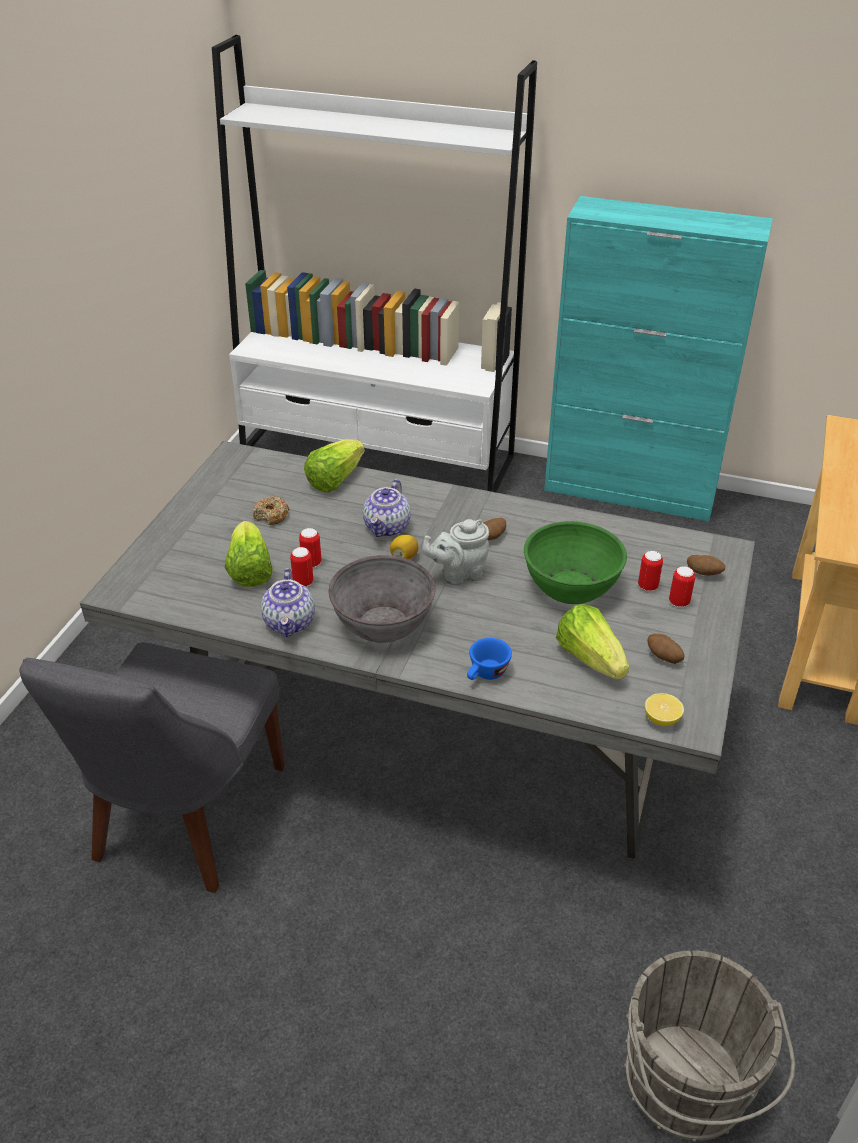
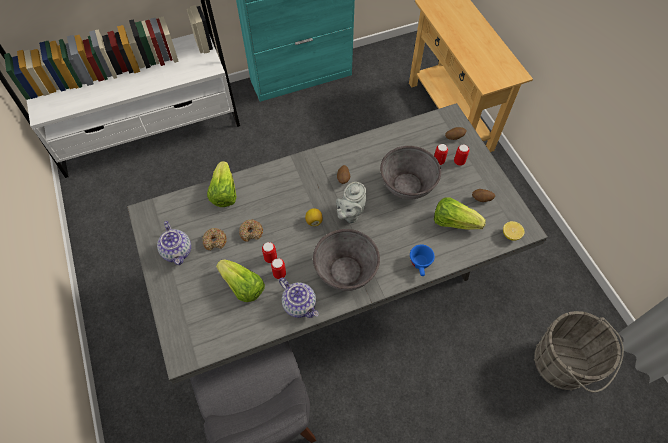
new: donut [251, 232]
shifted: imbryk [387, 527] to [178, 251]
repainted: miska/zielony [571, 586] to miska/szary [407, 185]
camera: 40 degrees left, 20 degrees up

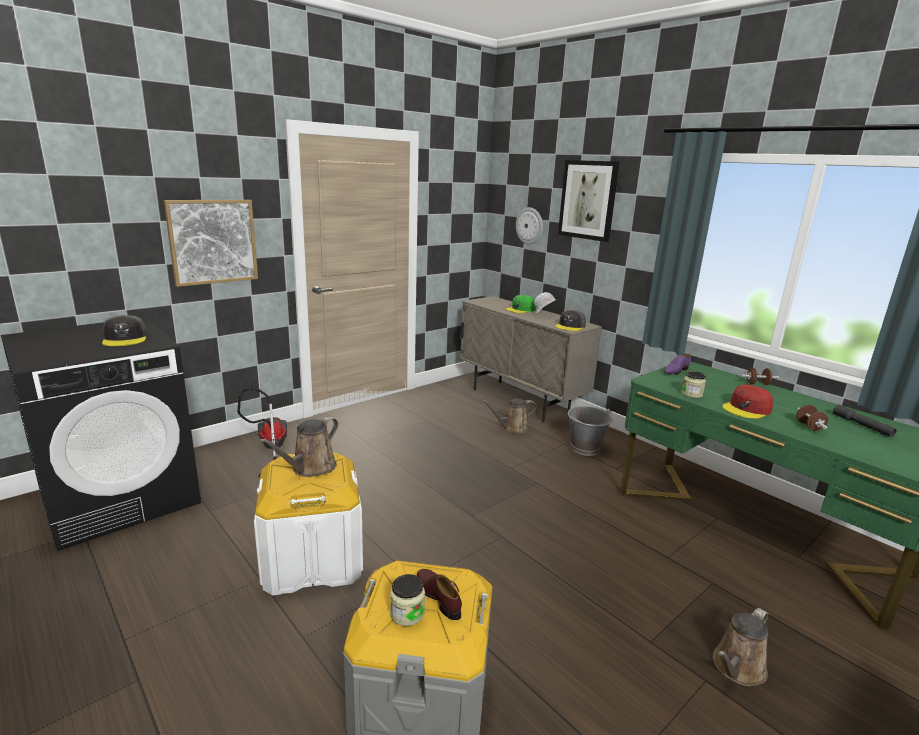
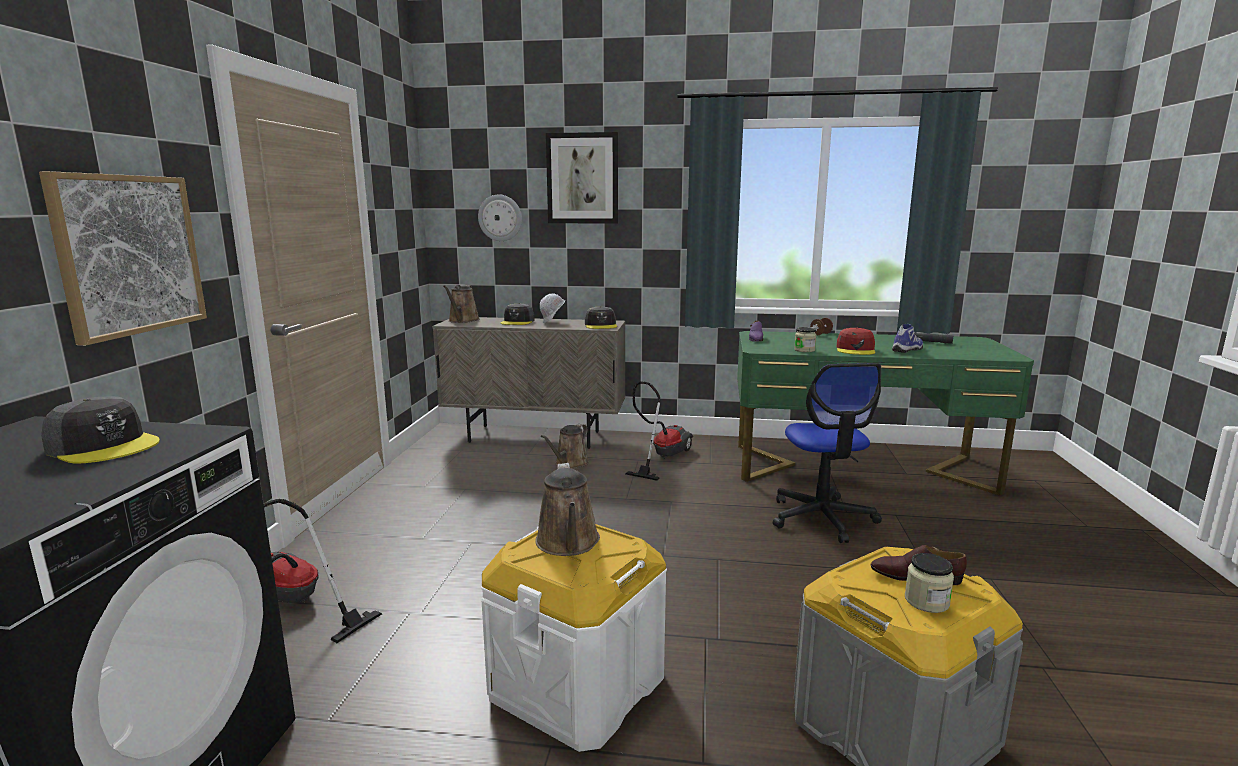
new: krzesło biurowe [822, 518]
shifted: konewka/brązowy [736, 668] to [462, 321]
swapped: hantel/brązowy [809, 427] to but [908, 350]; wiadro/szary [585, 448] to odkurzacz [661, 457]
repainted: czapka z daszkiem/zielony [521, 309] to czapka z daszkiem/szary [518, 322]
camera: 40 degrees left, 5 degrees down

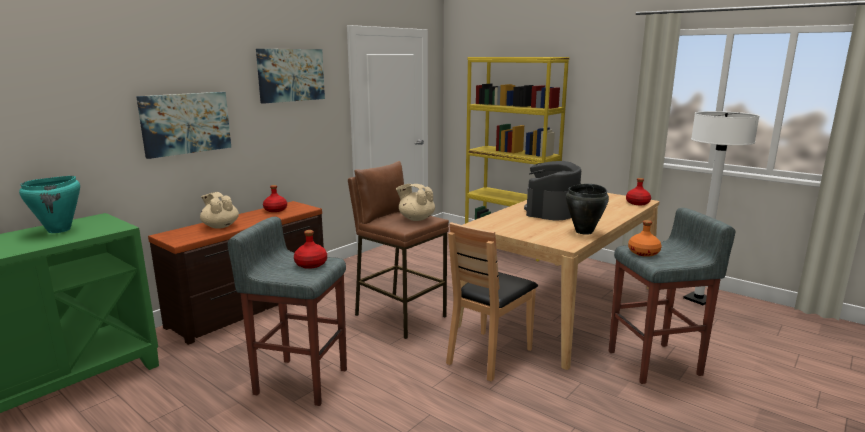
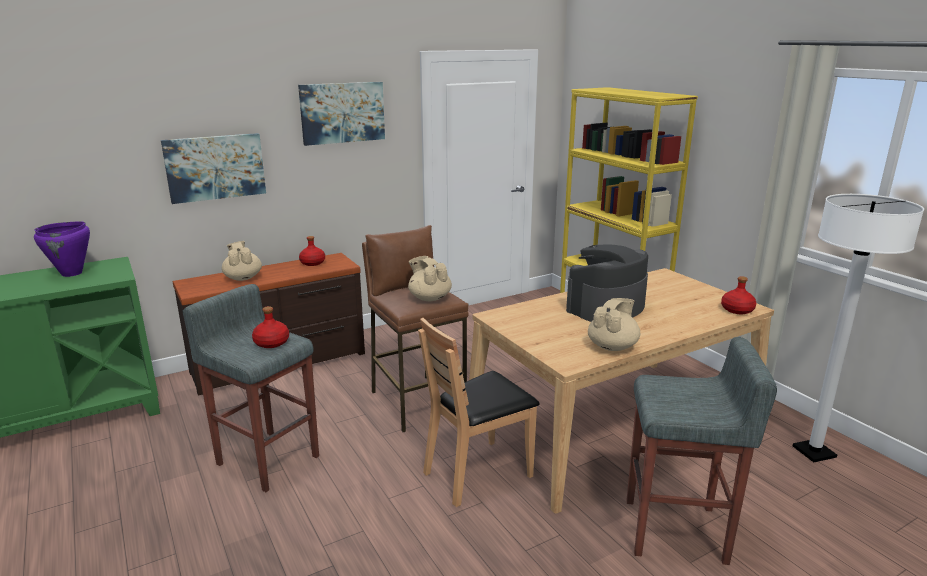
gone: butelka/pomarańczowy [643, 253]
swapped: garnek/czarny [584, 232] to imbryk/beżowy [612, 346]
repainted: garnek/turkusowy [59, 230] to garnek/fioletowy [72, 273]
camera: 20 degrees right, 5 degrees up

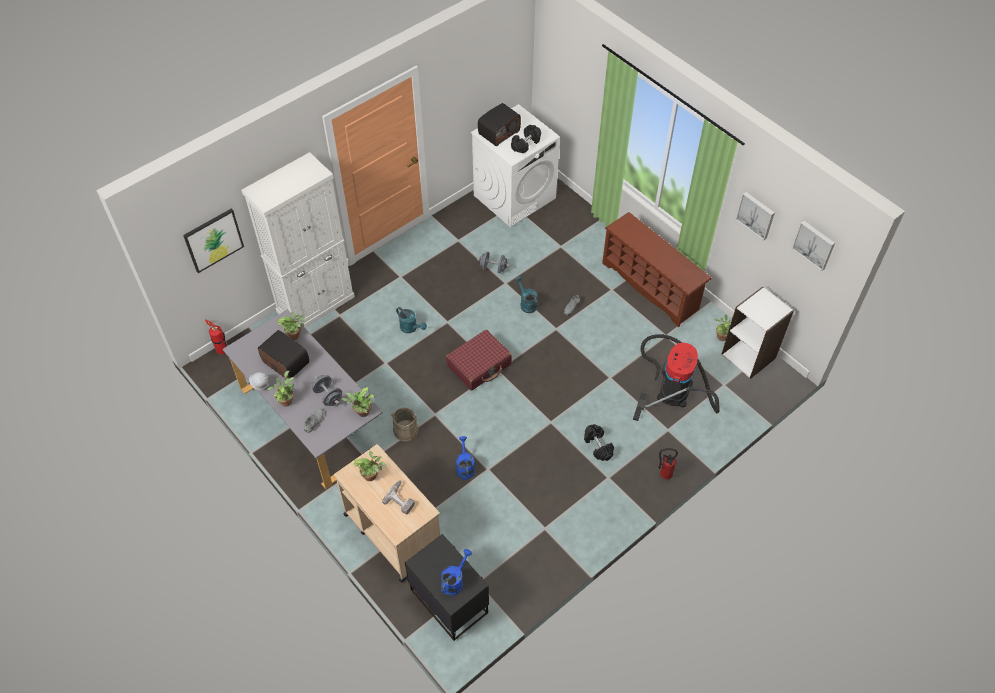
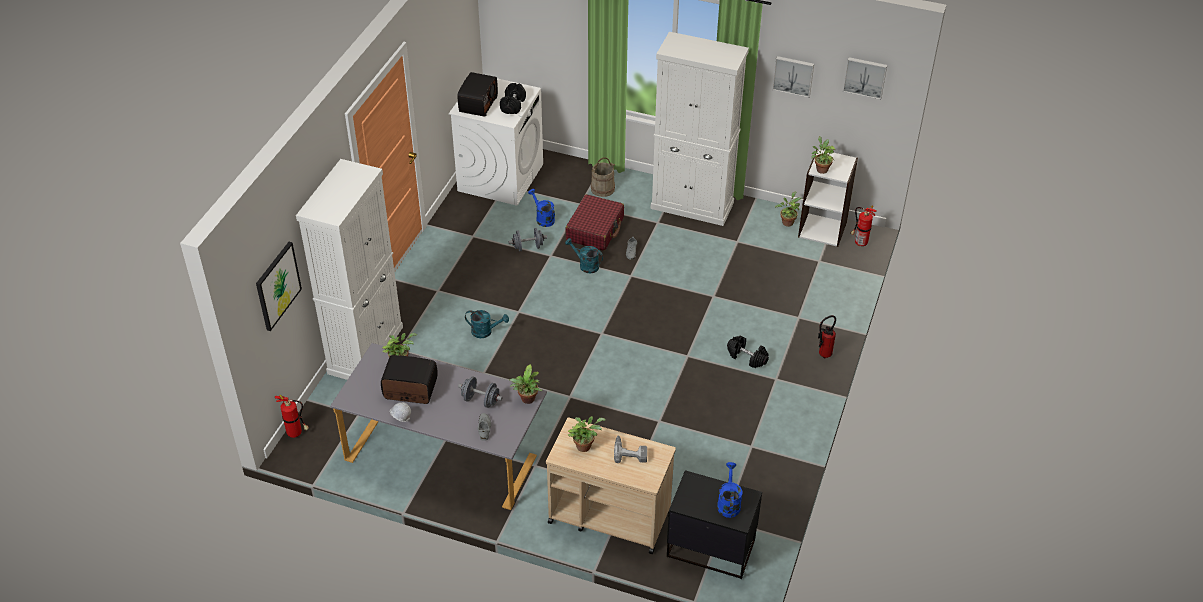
gone: odkurzacz [674, 387]
new: gaśnica [859, 243]
shifted: walizka/czerwony [479, 365] to [595, 229]; roślina doniczkowa [286, 400] to [821, 169]; wiadro/beżowy [405, 431] to [602, 189]; konewka/niebieski [465, 467] to [543, 218]
swapped: regał na buty/brązowy [651, 286] to szafka/biały [692, 206]
camera: 30 degrees left, 10 degrees down

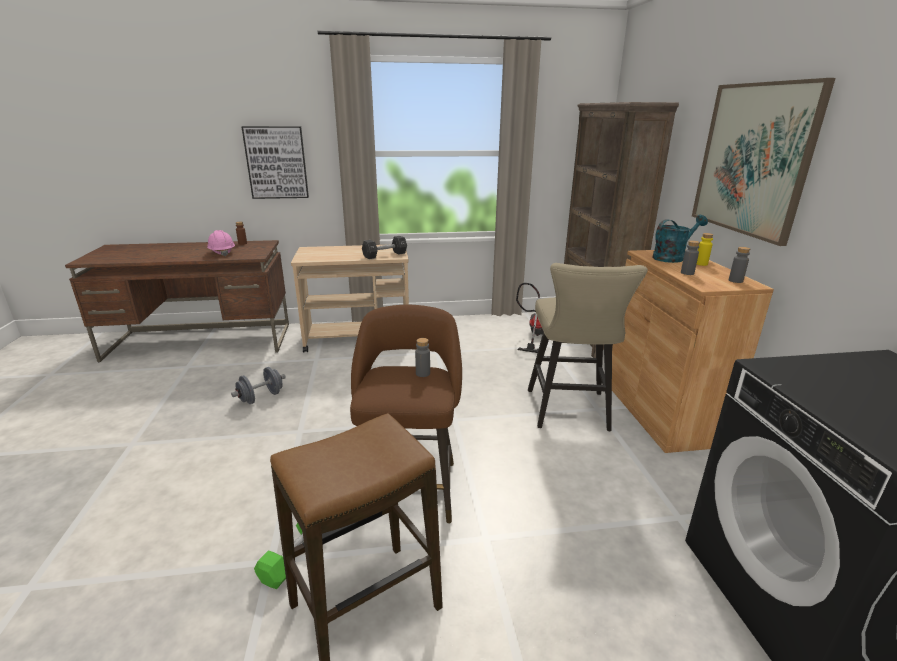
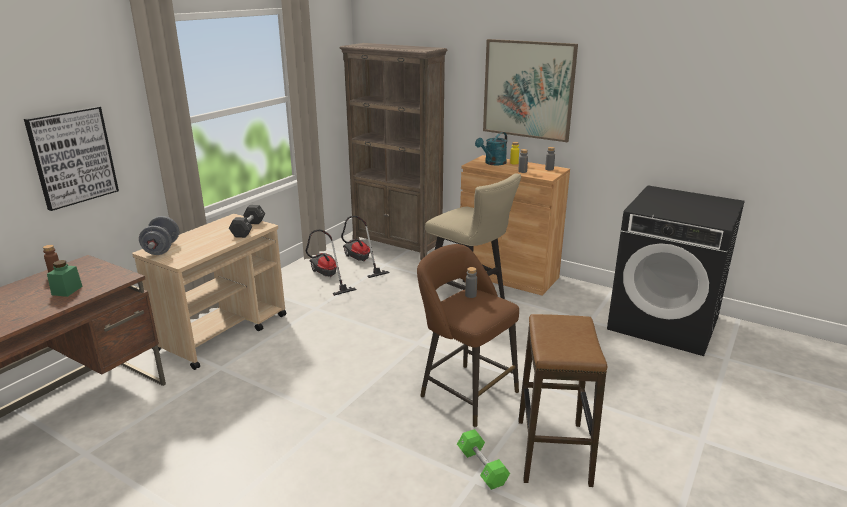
new: odkurzacz [327, 277]
shifted: hantel/szary [261, 397] to [162, 249]
swapped: kask/różowy [222, 252] to słoik/zielony [67, 290]
rotated: konewka/turkusowy [672, 257] = [493, 163] 150 degrees counterclockwise
camera: 50 degrees left, 0 degrees up

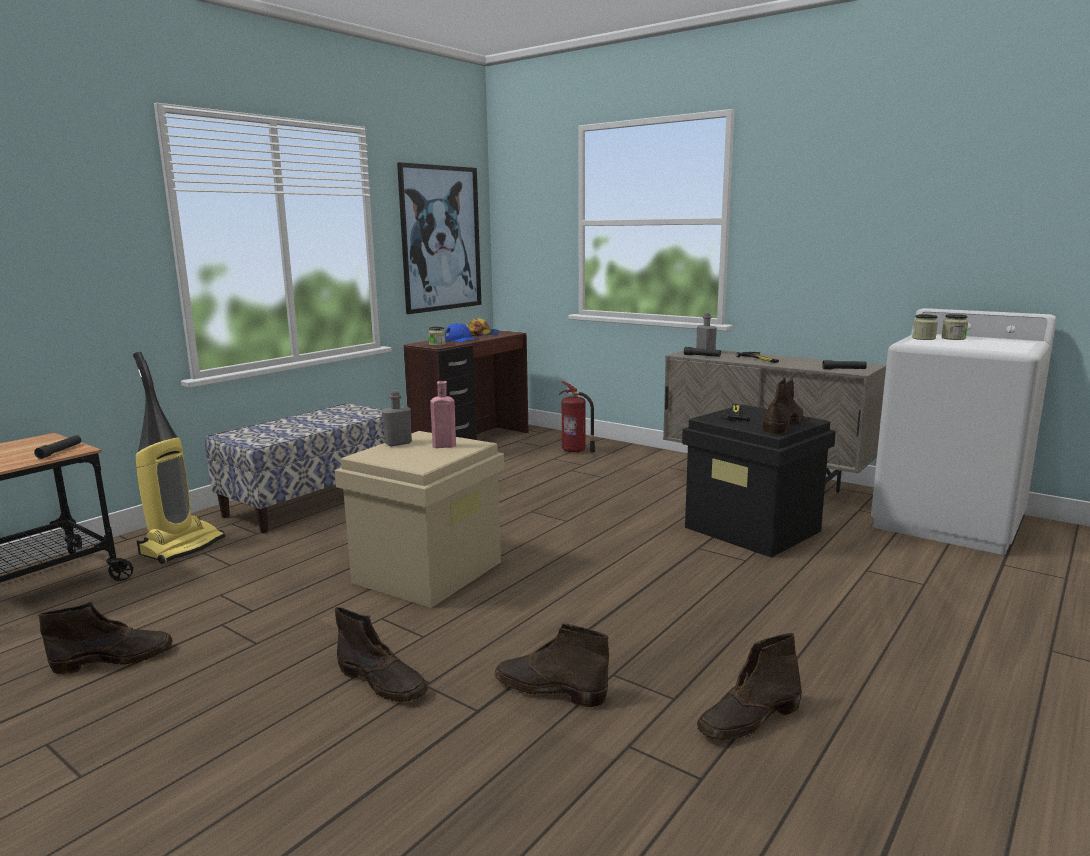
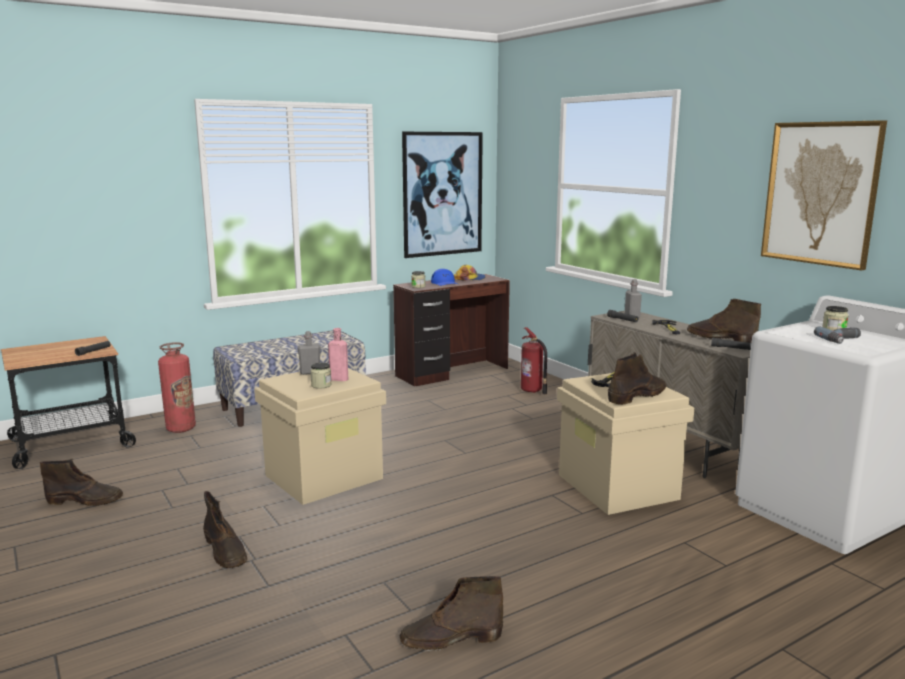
new: obraz [820, 193]; wiertarka [842, 340]
shifted: słoik [923, 338] to [321, 385]; but z cholewką/brązowy [549, 689] to [719, 339]
swapped: odkurzacz [182, 546] to gaśnica [181, 428]
repainted: pojemnik do przechowywania/czarny [753, 529] to pojemnik do przechowywania/beżowy [618, 487]
camera: 20 degrees right, 0 degrees up

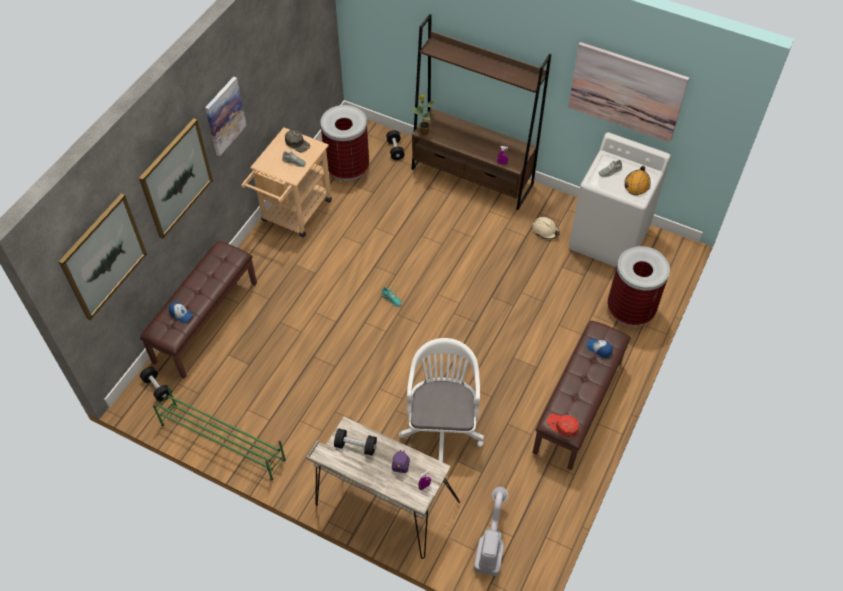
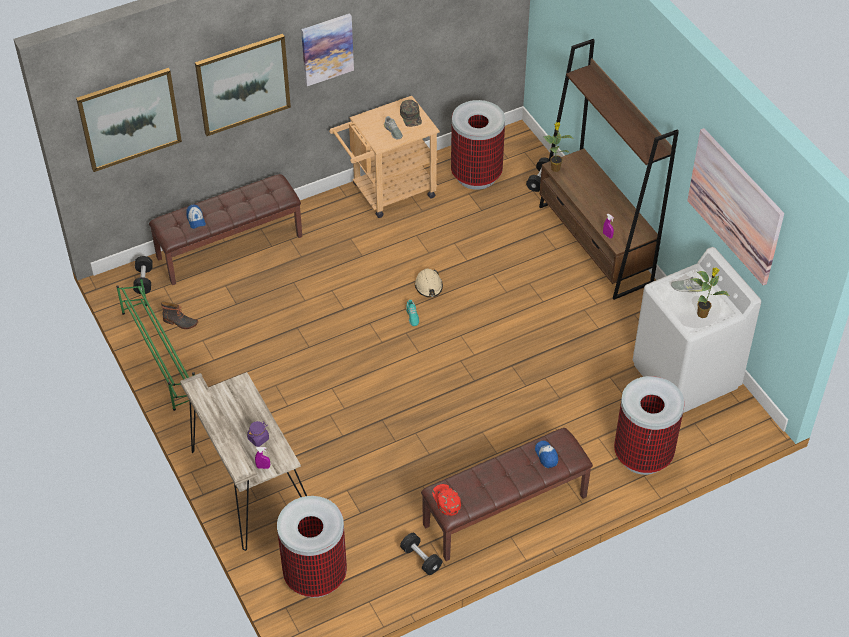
gone: krzesło biurowe/biały [442, 424]
new: but z cholewką [180, 322]
shifted: kask/beżowy [545, 230] to [428, 286]; hantel/czarny [355, 446] to [421, 559]
swapped: kask/pomarańczowy [637, 184] to roślina doniczkowa [703, 313]; odkurzacz [491, 543] to kosz na śmieci [315, 575]
camera: 35 degrees right, 5 degrees down

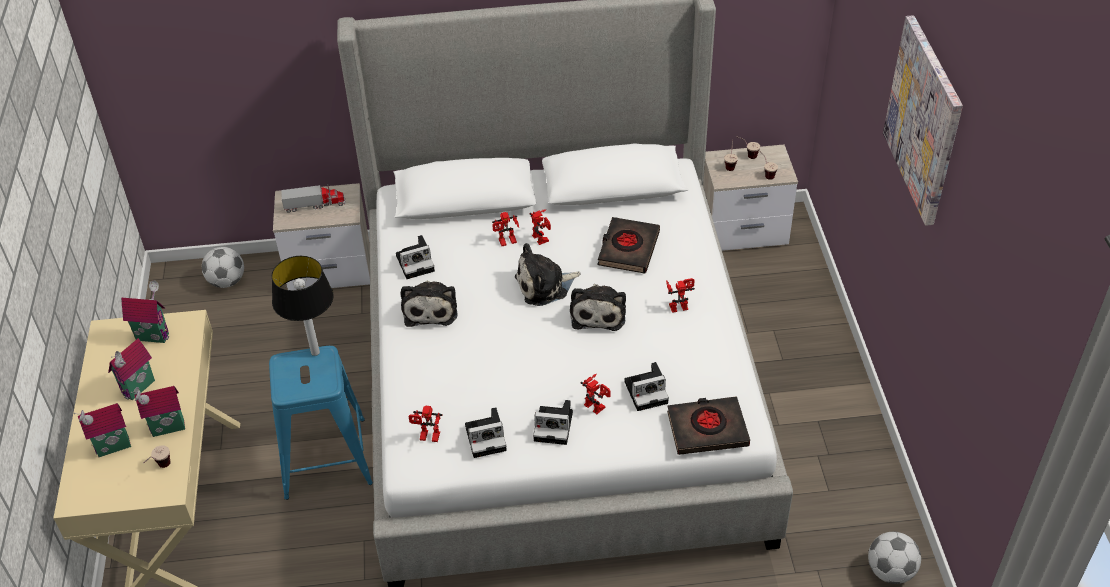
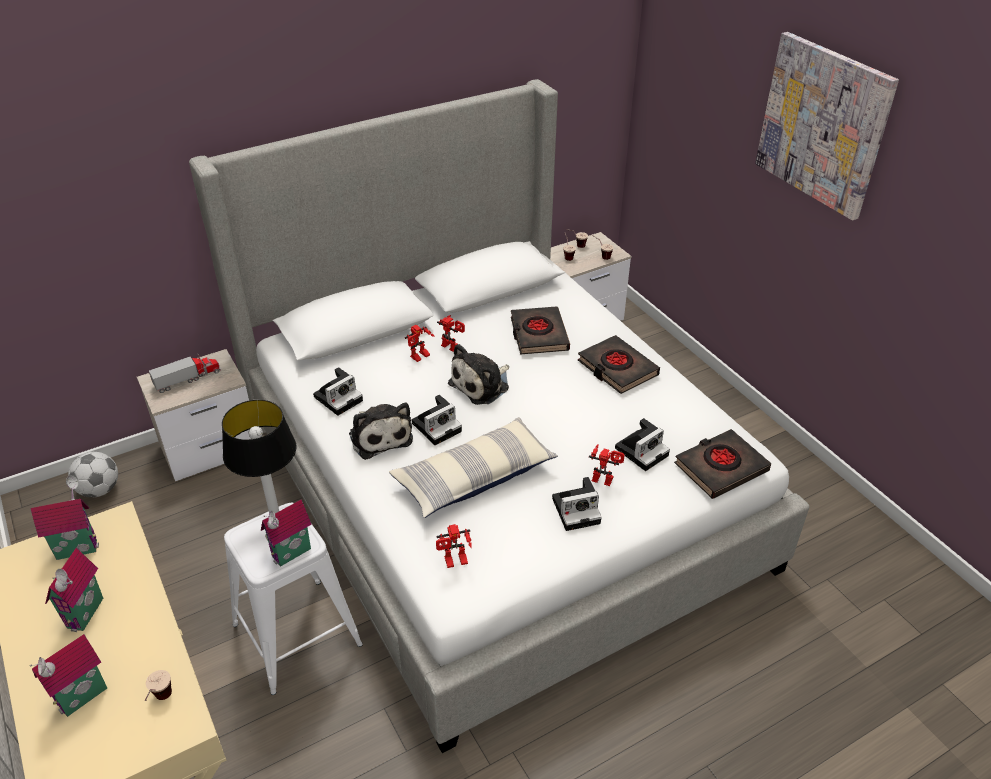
gone: pluszak [598, 312]; piłka futbolowa [890, 571]
new: poduszka [474, 477]
shifted: domek [168, 429] to [292, 554]; aparat fotograficzny [487, 437] to [437, 426]
swapped: robot zabawkowy [679, 305] to książka/czarny [617, 368]
repainted: stołek/niebieski [325, 457] to stołek/biały [296, 634]
camera: 25 degrees left, 5 degrees down

